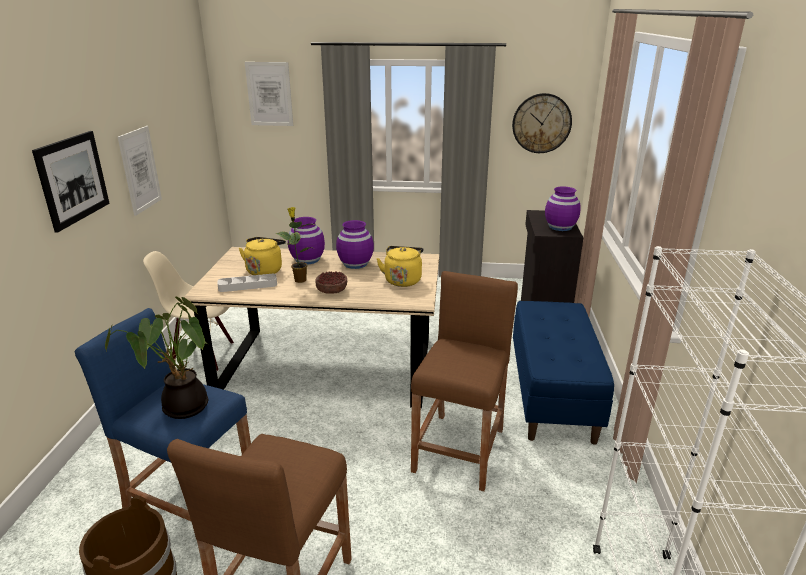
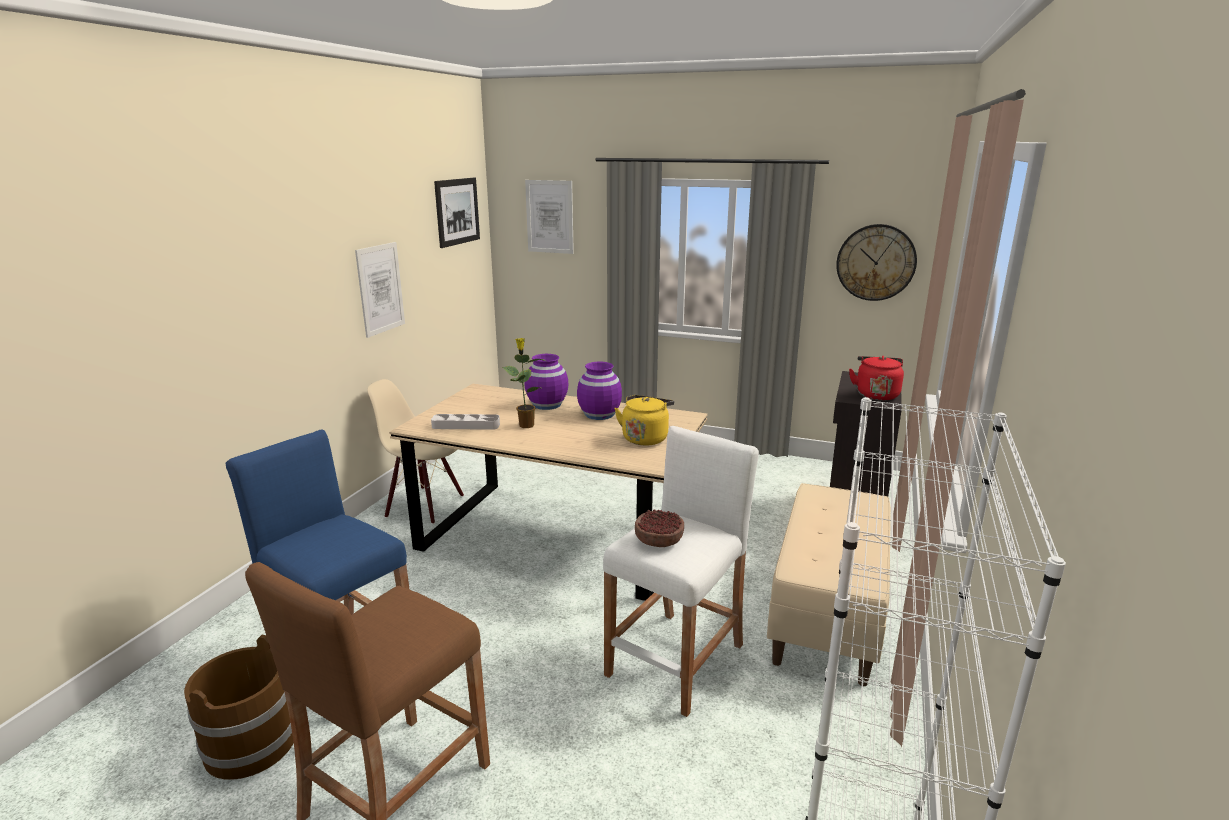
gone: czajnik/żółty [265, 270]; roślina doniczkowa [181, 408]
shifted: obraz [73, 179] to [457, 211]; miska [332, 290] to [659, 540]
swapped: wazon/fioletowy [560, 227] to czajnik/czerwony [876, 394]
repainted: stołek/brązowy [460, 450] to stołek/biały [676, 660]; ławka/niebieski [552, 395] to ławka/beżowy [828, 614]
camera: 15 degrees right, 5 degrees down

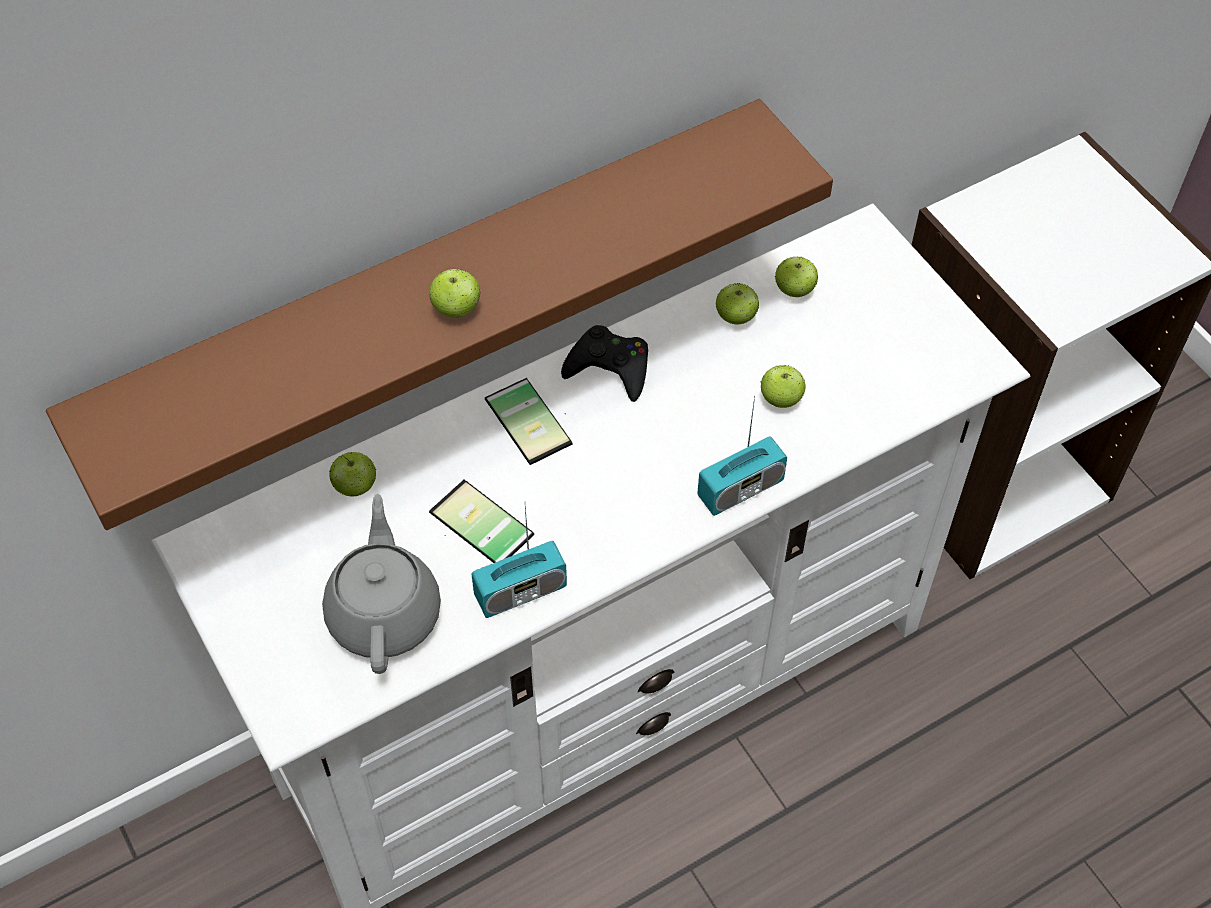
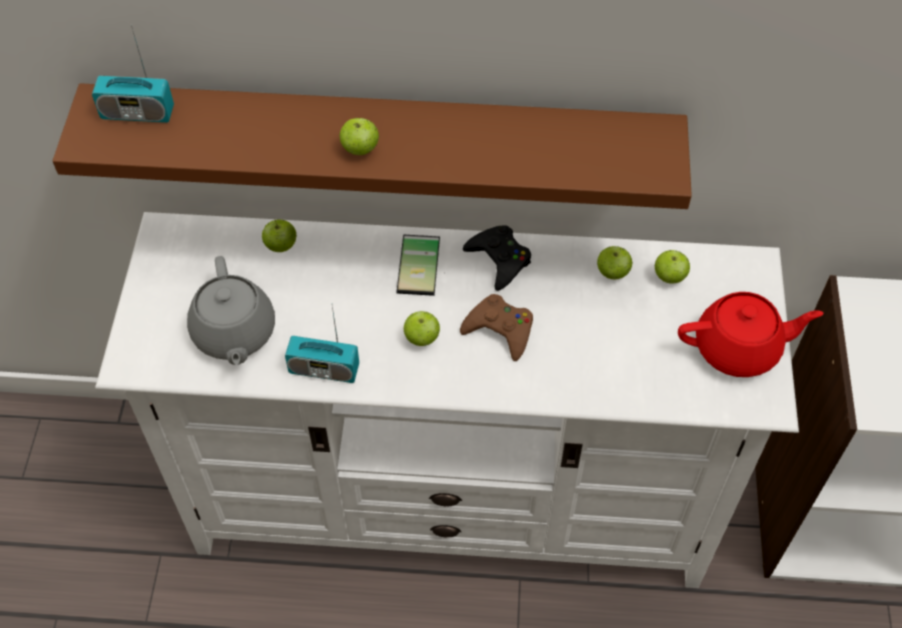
gone: telefon [477, 527]
new: imbryk/czerwony [738, 348]; pad do gier/brązowy [500, 330]
shifted: jabłko [781, 399] to [422, 338]; radio [740, 489] to [137, 113]
rotated: imbryk/szary [385, 613] = [234, 333] 135 degrees clockwise
camera: 35 degrees right, 0 degrees up

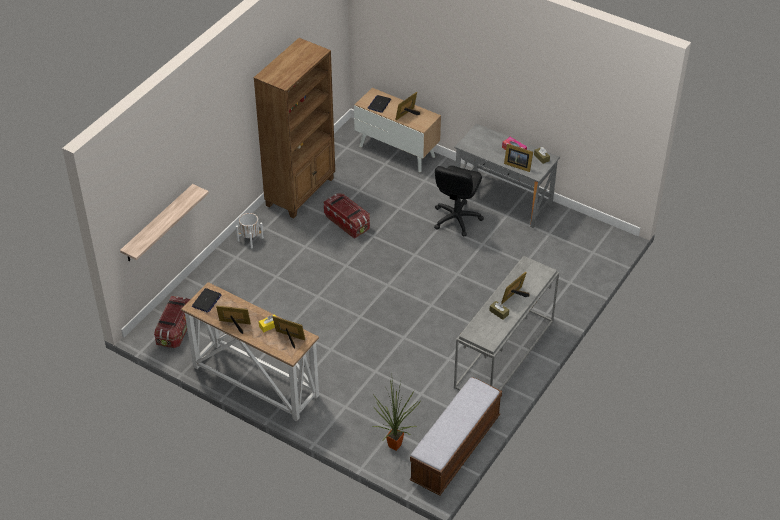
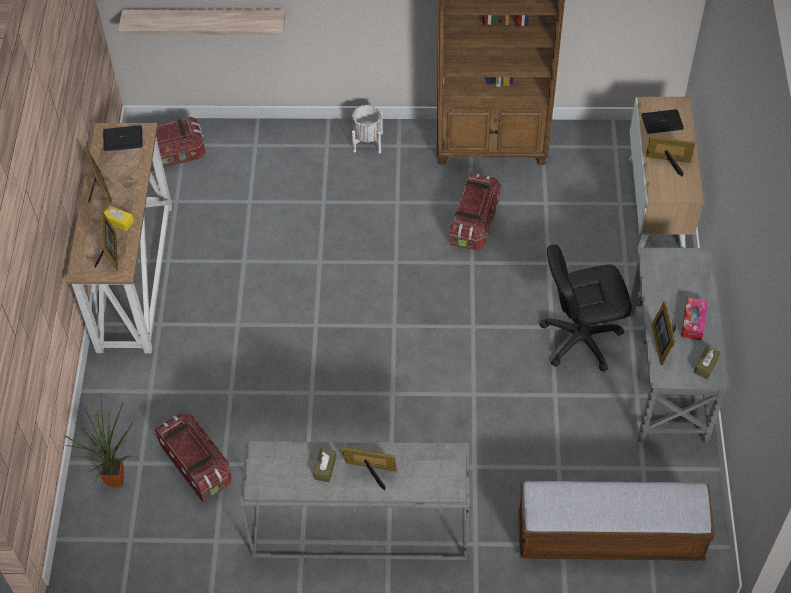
new: pojemnik do przechowywania [196, 464]
shifted: ławka [455, 449] to [609, 537]
camera: 60 degrees right, 10 degrees up

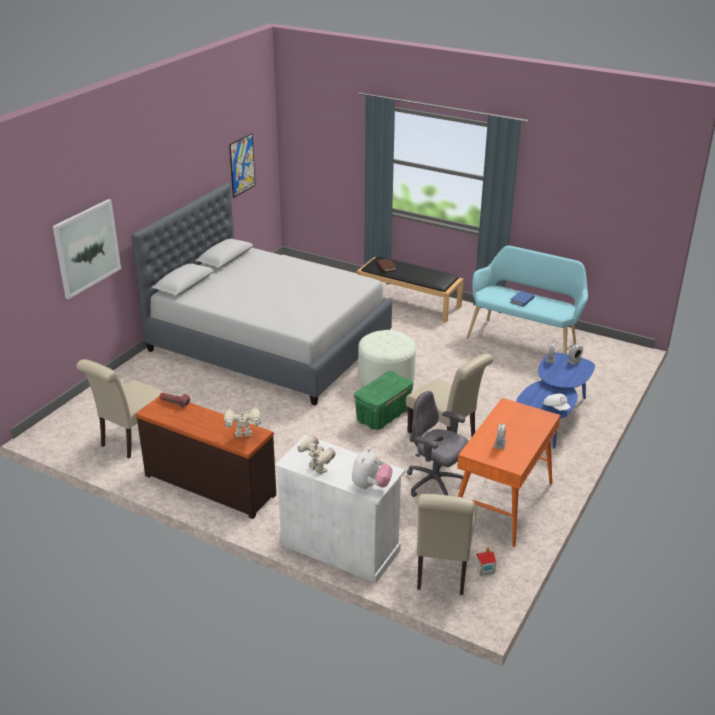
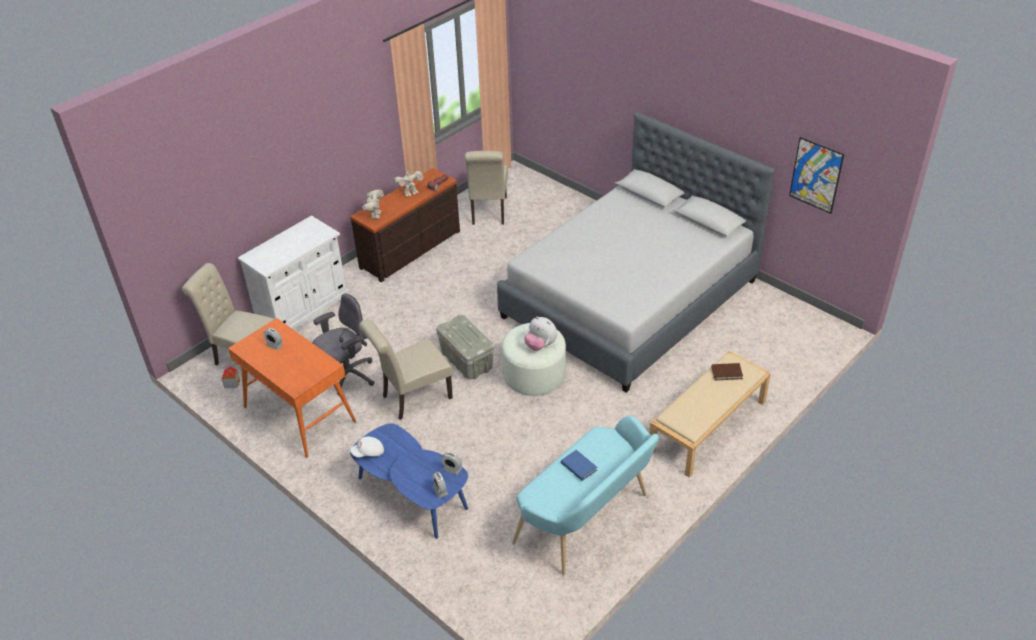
gone: obraz [87, 248]
shifted: robot zabawkowy [317, 470] to [410, 193]; pluszak [370, 486] to [540, 345]
repainted: ławka/czarny [409, 302] to ławka/beżowy [707, 427]; pojemnik do przechowywania/zielony [383, 415] to pojemnik do przechowywania/szary [467, 361]
rotated: krzesło/beżowy [131, 440] = [488, 212] 135 degrees counterclockwise
camera: 105 degrees right, 10 degrees up

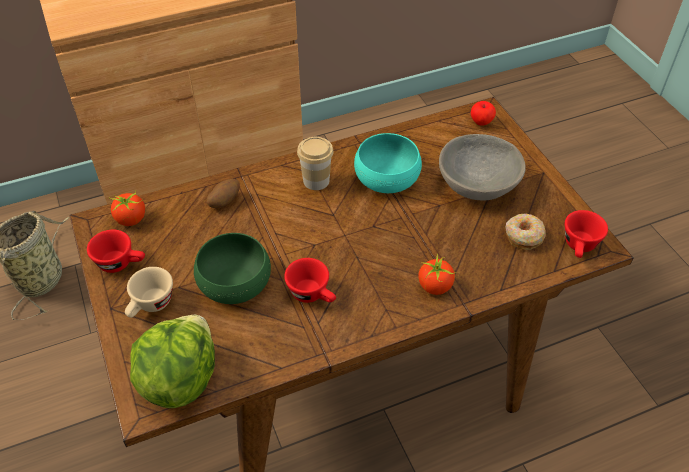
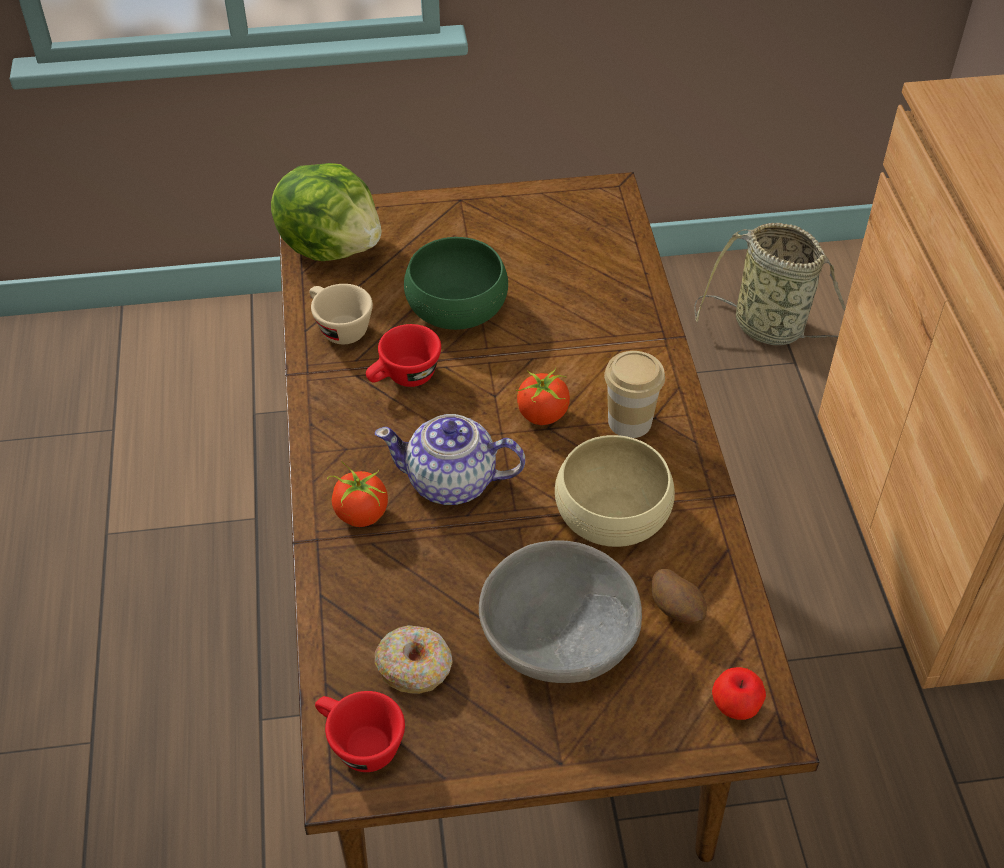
gone: filiżanka/czerwony [121, 263]
new: imbryk [452, 482]
shifted: ziemniak [224, 201] to [676, 610]; pomidor [131, 219] to [542, 415]; filiżanka/beżowy [151, 306] to [338, 327]
repainted: miska/turkusowy [386, 177] to miska/beżowy [612, 513]
camera: 105 degrees right, 0 degrees up

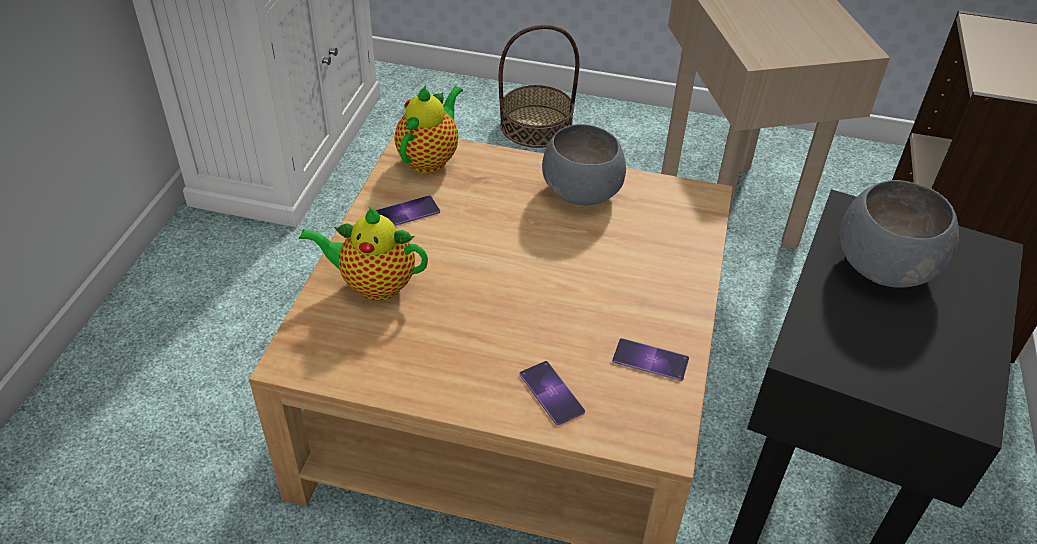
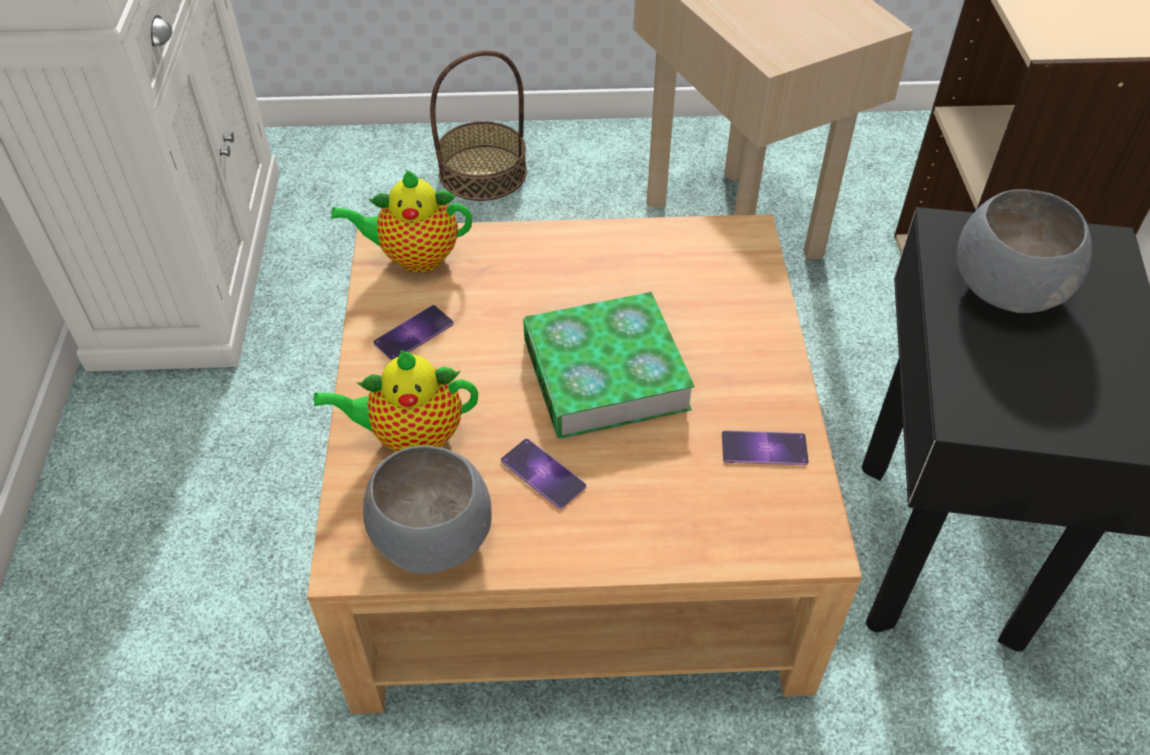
new: książka [605, 374]
shifted: miska/szary [582, 192] to [433, 538]; telefon [551, 393] to [543, 473]
rotated: imbryk [430, 159] = [414, 257] 105 degrees counterclockwise
camera: 15 degrees left, 5 degrees up

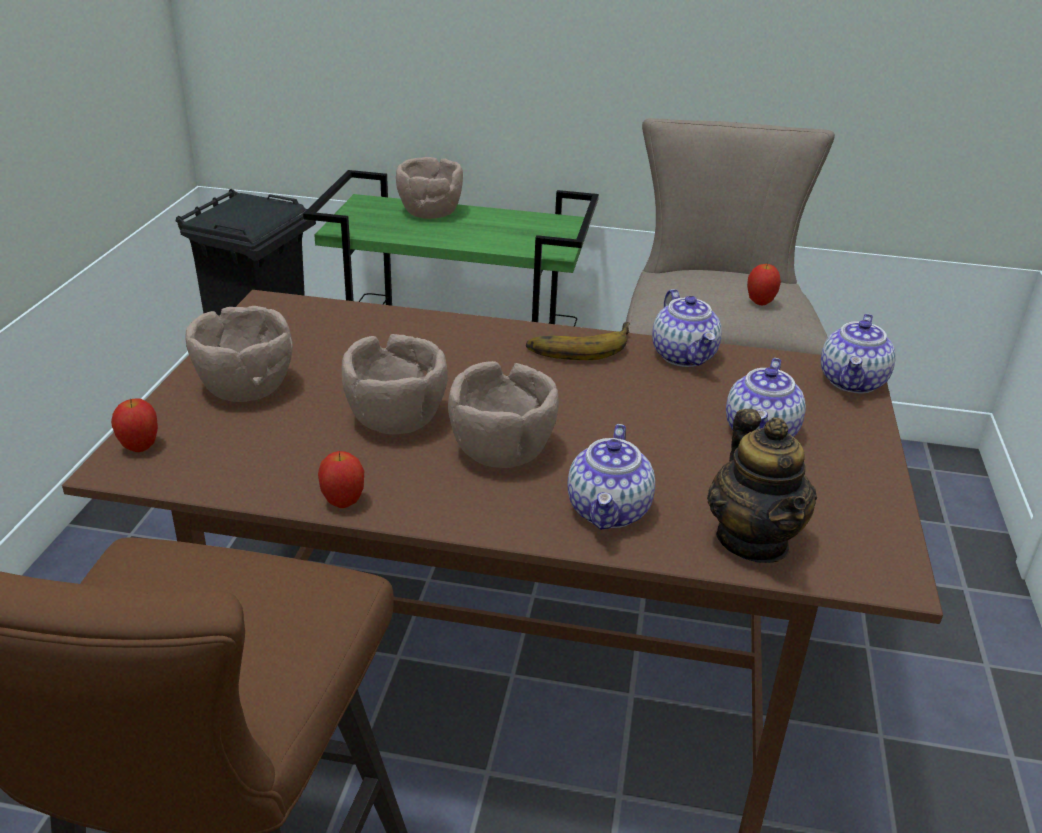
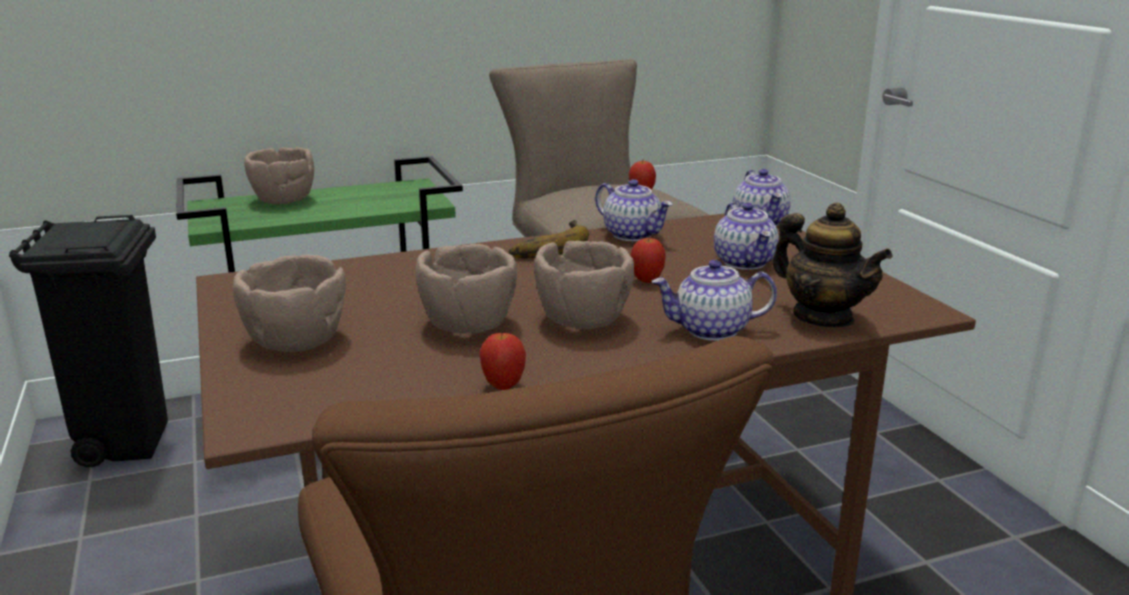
shifted: jabłko [140, 447] to [647, 280]
rotated: imbryk [609, 511] = [711, 330] 105 degrees clockwise
camera: 30 degrees left, 10 degrees down

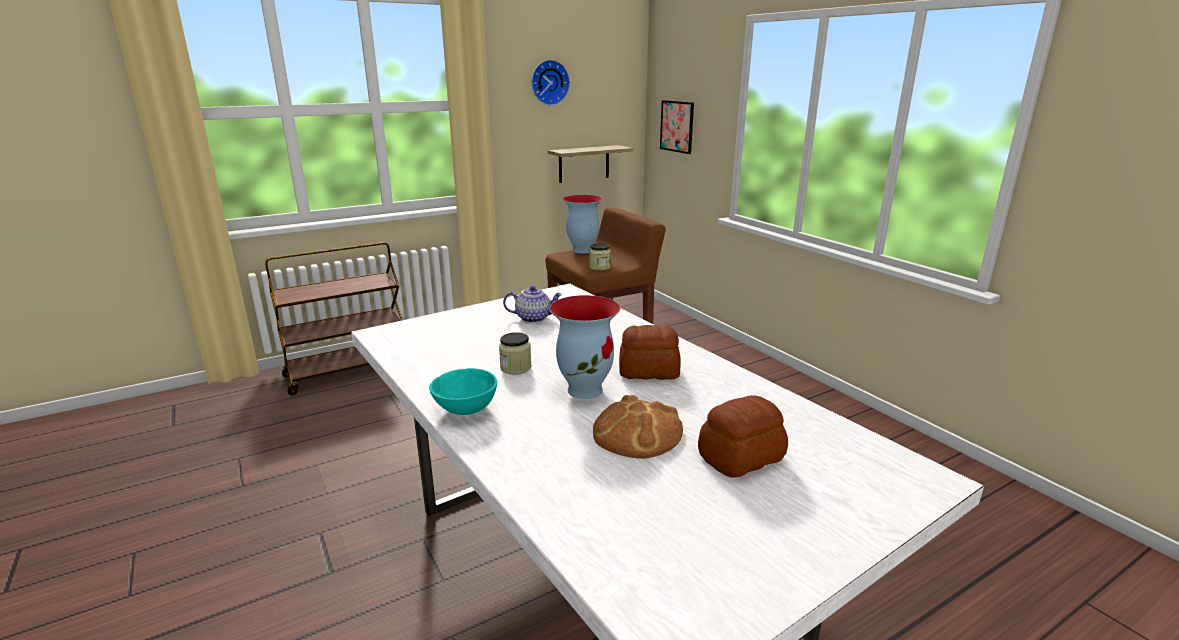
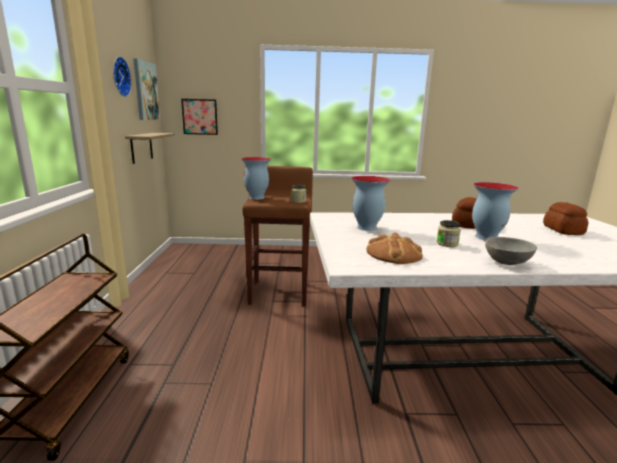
new: obraz [145, 91]
shifted: chleb [637, 432] to [394, 254]
swapped: imbryk [533, 318] to wazon [366, 228]
repainted: miska/turkusowy [464, 410] to miska/szary [507, 263]
camera: 60 degrees left, 5 degrees down

